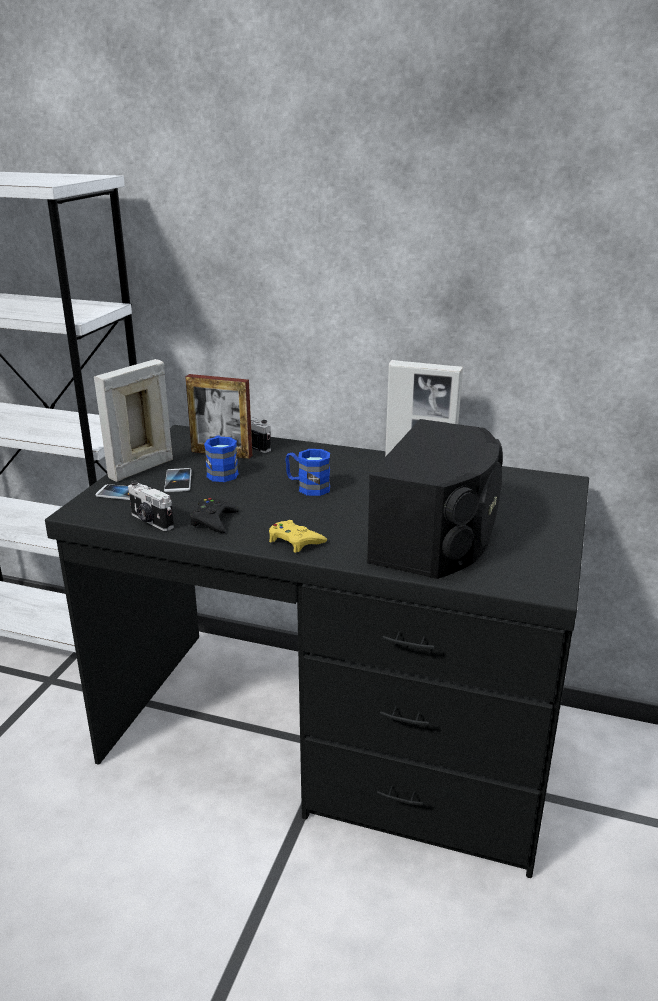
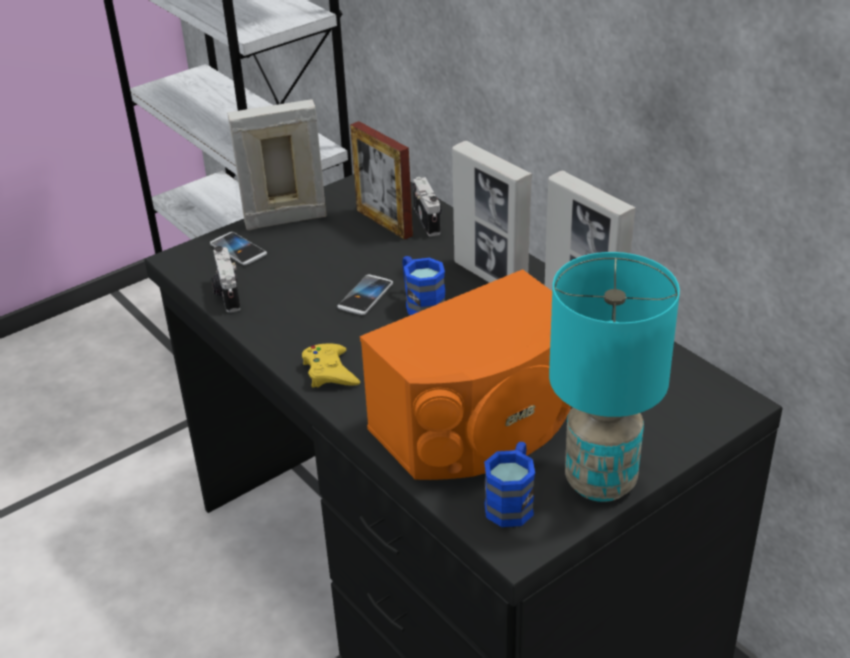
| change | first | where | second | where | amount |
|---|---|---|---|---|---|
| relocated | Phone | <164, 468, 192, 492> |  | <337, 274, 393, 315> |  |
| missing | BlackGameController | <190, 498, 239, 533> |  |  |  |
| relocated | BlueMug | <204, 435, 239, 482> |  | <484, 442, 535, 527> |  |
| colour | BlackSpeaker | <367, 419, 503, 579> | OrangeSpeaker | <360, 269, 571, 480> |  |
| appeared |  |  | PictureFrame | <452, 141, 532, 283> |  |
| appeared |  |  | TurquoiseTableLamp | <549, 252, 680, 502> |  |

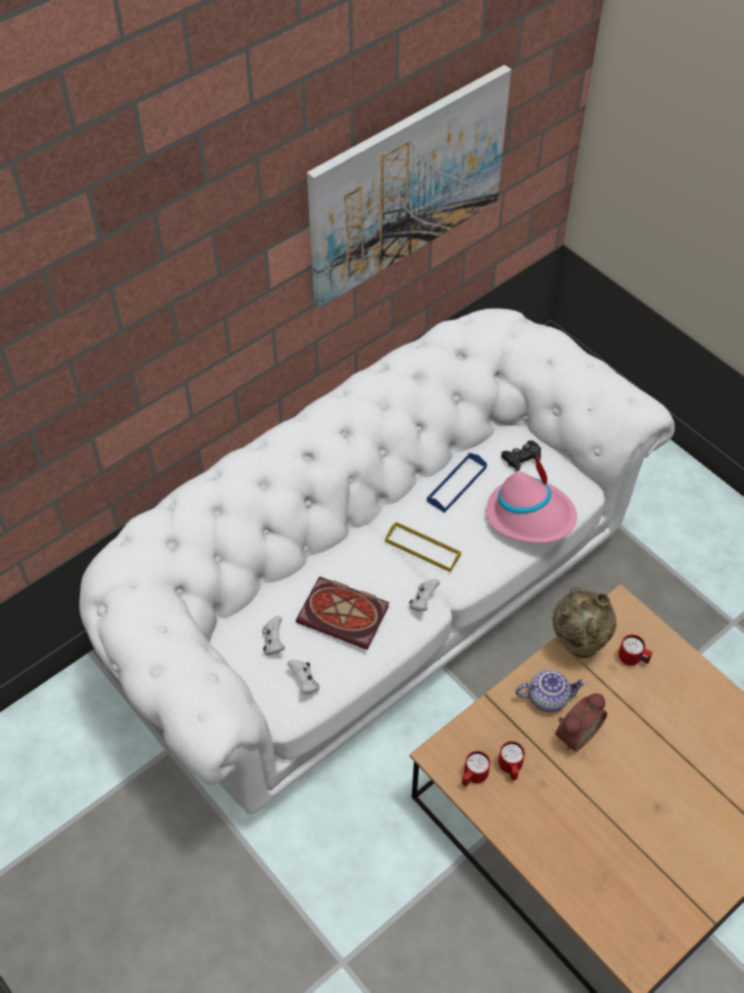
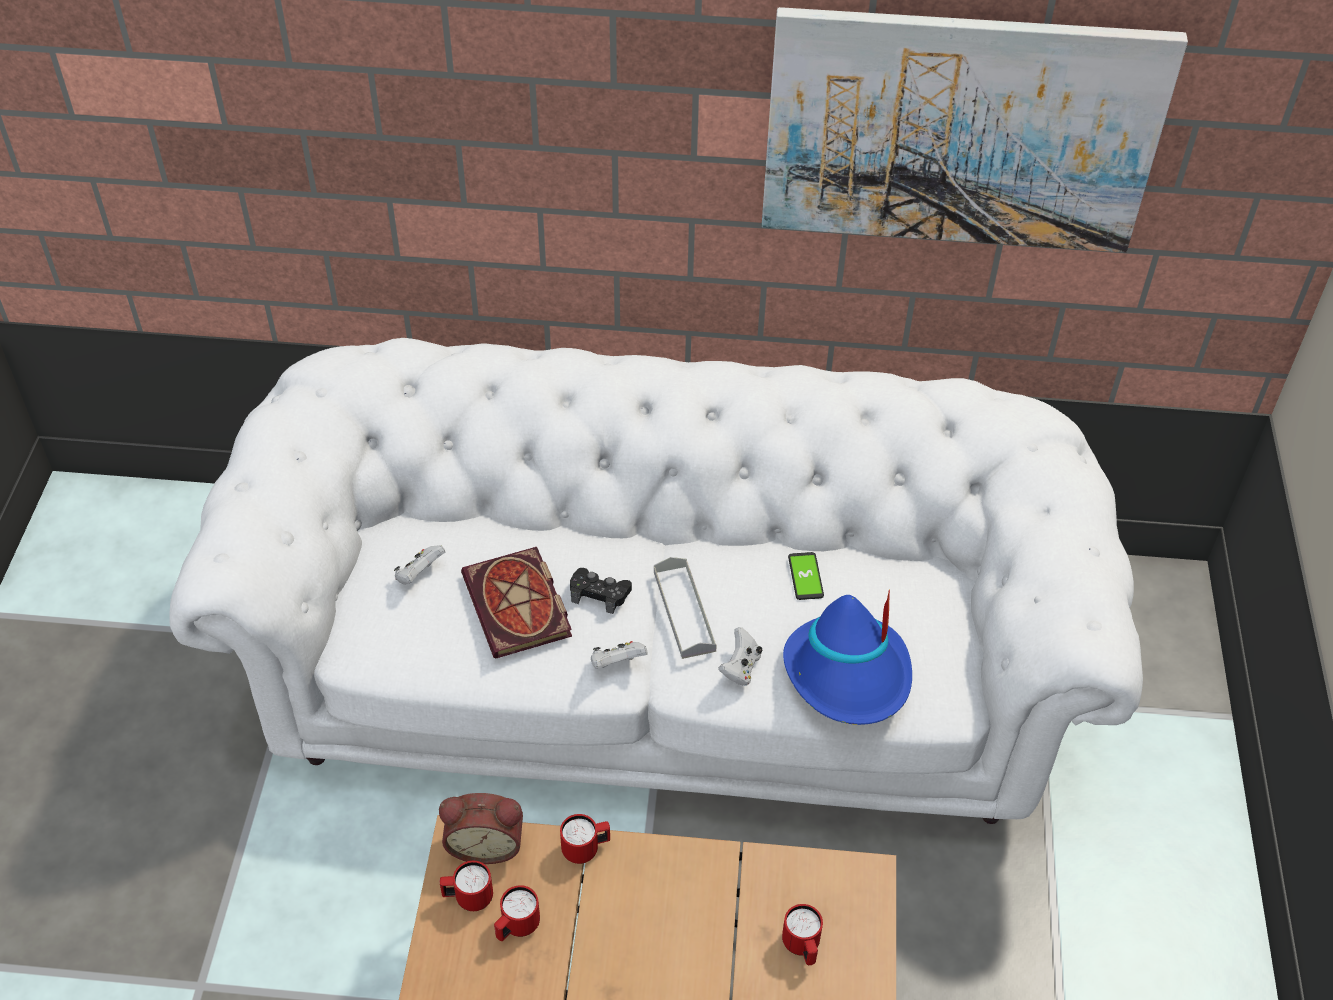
| change | first | where | second | where | amount |
|---|---|---|---|---|---|
| relocated | WhiteGameController | <287, 660, 320, 694> |  | <719, 627, 762, 686> |  |
| colour | YellowTray | <385, 521, 461, 572> | GreyTray | <654, 557, 717, 659> |  |
| exchanged | BlueTray | <427, 453, 487, 513> | Phone | <788, 552, 824, 600> |  |
| colour | PinkHat | <486, 455, 577, 543> | BlueHat | <783, 589, 912, 725> |  |
| relocated | BlackGameController | <501, 440, 541, 471> |  | <570, 568, 632, 614> |  |
| missing | Teapot | <516, 670, 586, 713> |  |  |  |
| missing | BeigeVase | <552, 587, 617, 658> |  |  |  |
| relocated | AlarmClock | <556, 693, 607, 751> |  | <439, 793, 523, 864> |  |
| appeared |  |  | RedMug | <560, 814, 610, 864> |  |

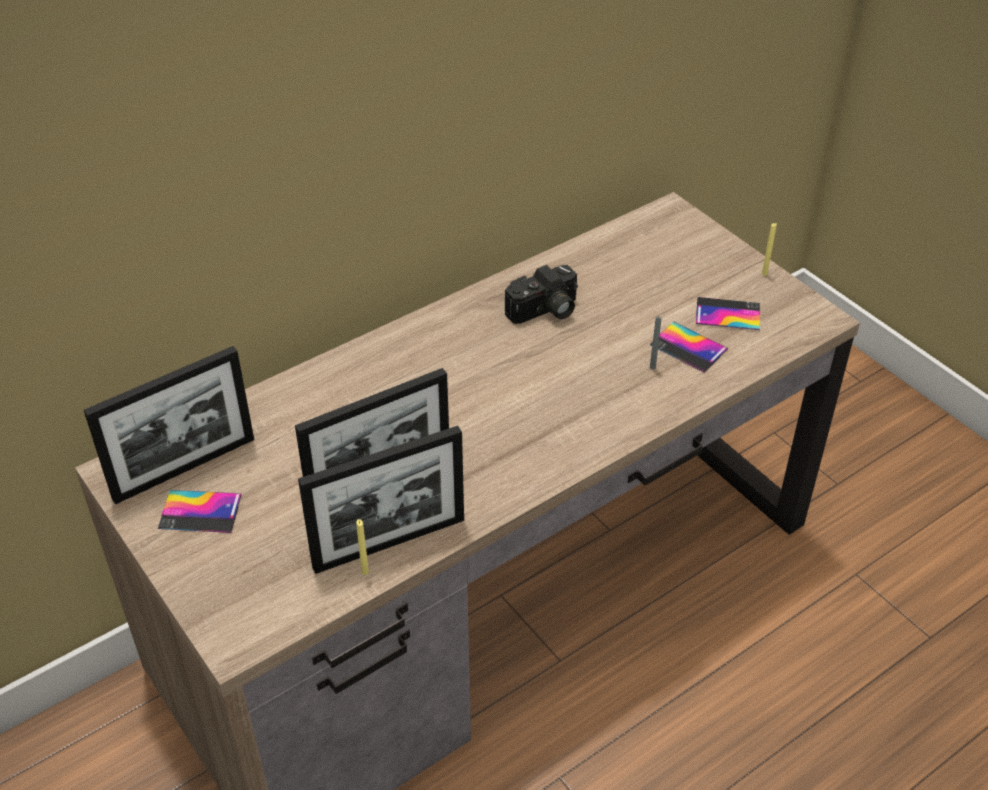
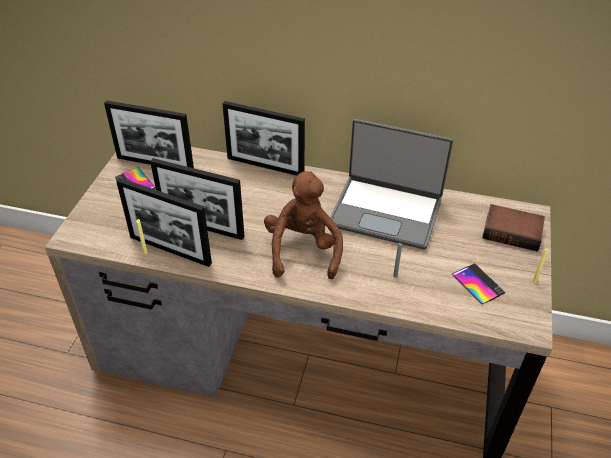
| change | first | where | second | where | amount |
|---|---|---|---|---|---|
| exchanged | PhotoCamera | <505, 265, 578, 324> | Laptop | <330, 119, 453, 250> |  |
| missing | Phone | <650, 321, 728, 373> |  |  |  |
| appeared |  |  | PictureFrame | <222, 101, 305, 176> |  |
| appeared |  |  | BrownPlushToy | <264, 171, 343, 279> |  |
| appeared |  |  | Book | <482, 204, 545, 251> |  |

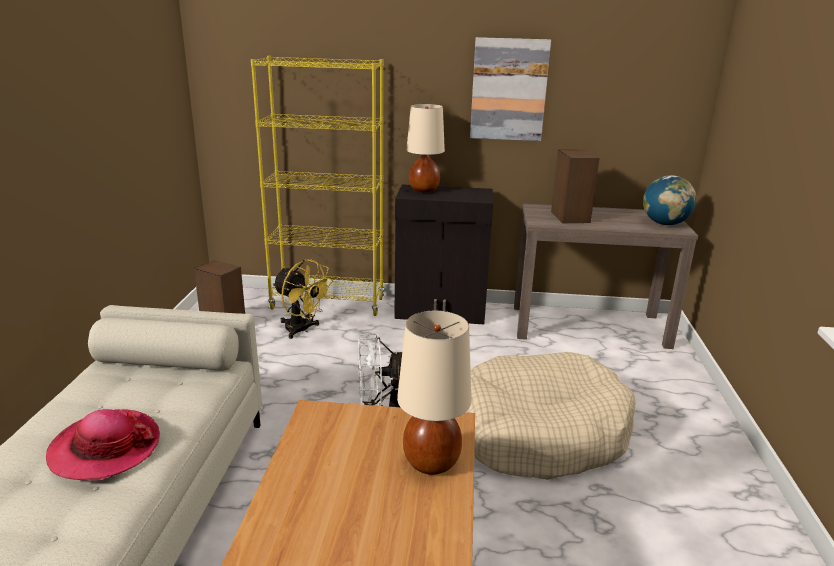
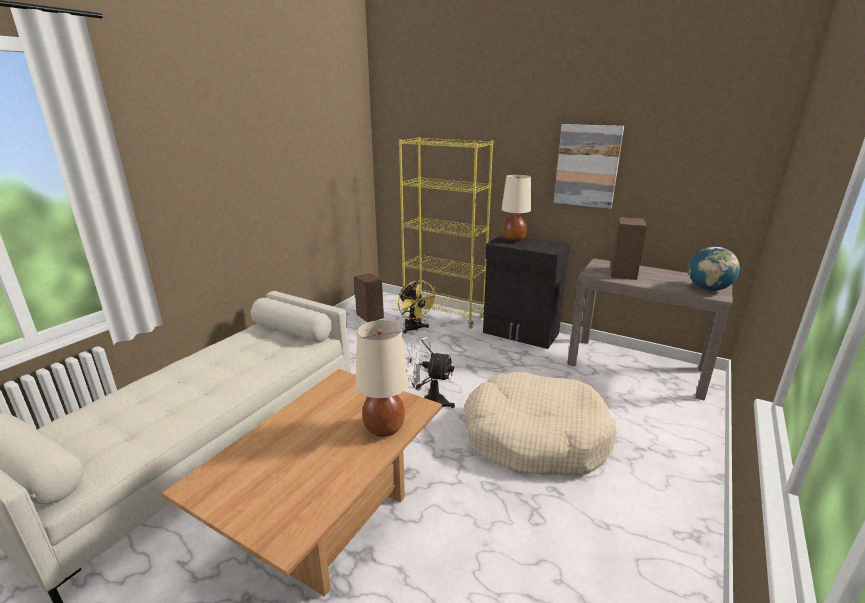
| change | first | where | second | where | amount |
|---|---|---|---|---|---|
| missing | Hat | <46, 409, 160, 481> |  |  |  |

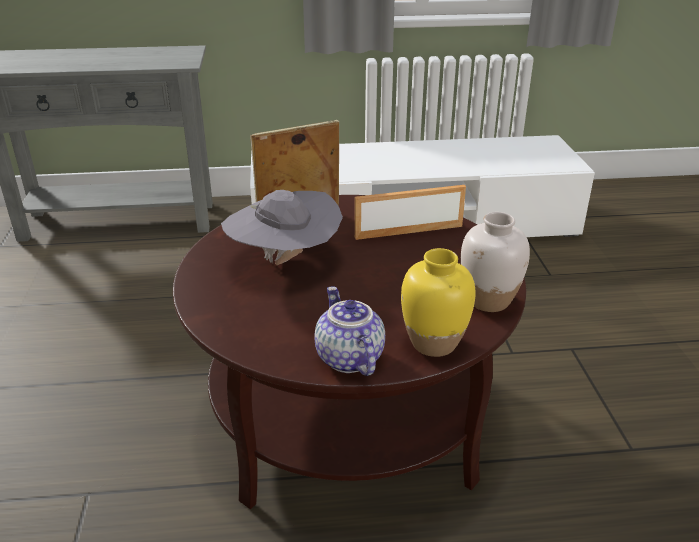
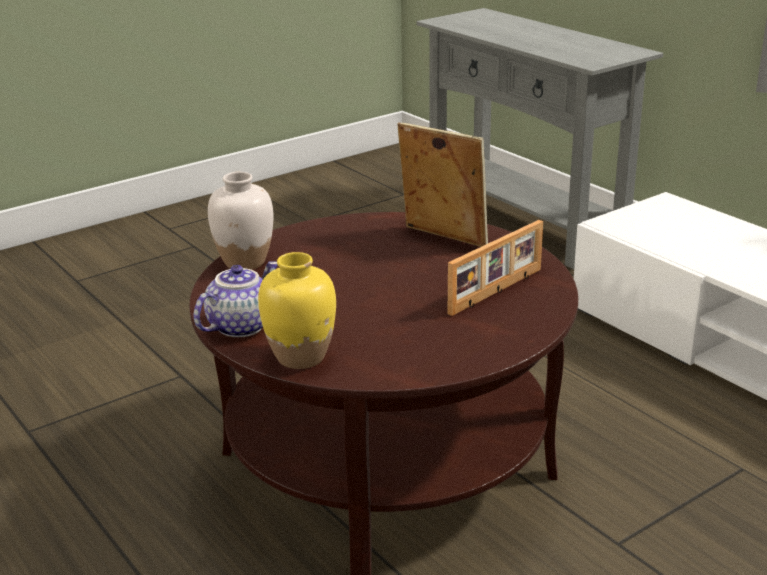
| change | first | where | second | where | amount |
|---|---|---|---|---|---|
| missing | GreyHat | <221, 190, 343, 265> |  |  |  |
| spun | PictureFrame | <355, 185, 466, 240> |  | <448, 220, 543, 316> | 90 degrees clockwise |
| relocated | WhiteVase | <461, 212, 530, 312> |  | <208, 172, 274, 270> |  |

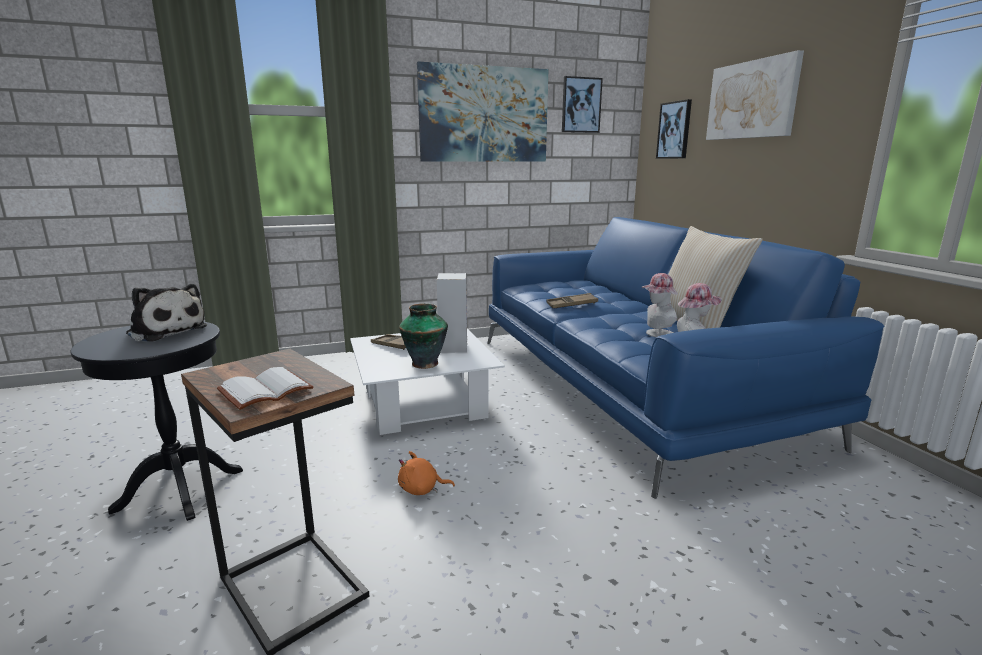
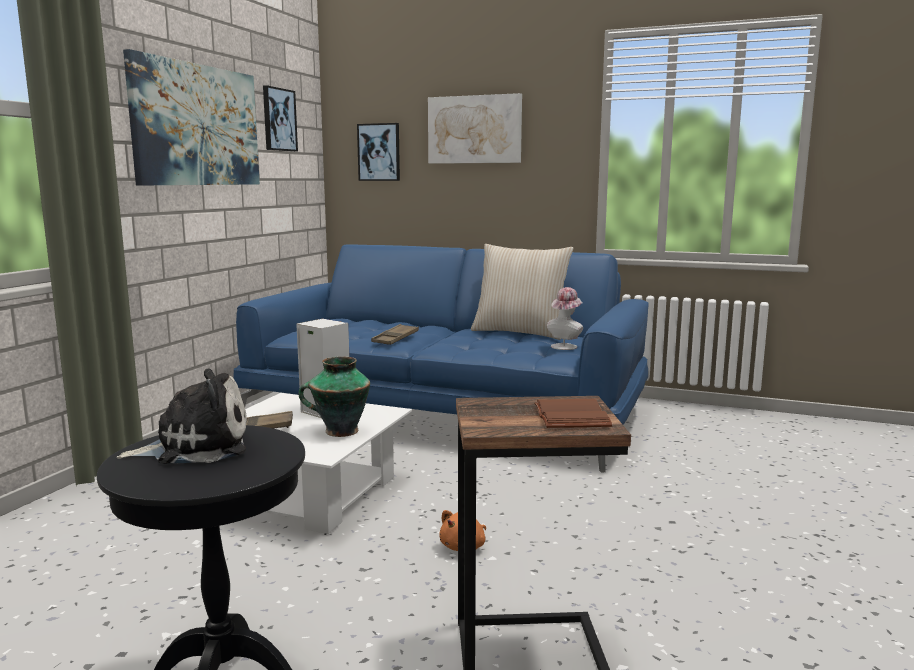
| change | first | where | second | where | amount |
|---|---|---|---|---|---|
| colour | WhiteBook | <217, 367, 313, 410> | BrownBook | <534, 399, 613, 428> |  |
| missing | Hat | <642, 273, 678, 337> |  |  |  |

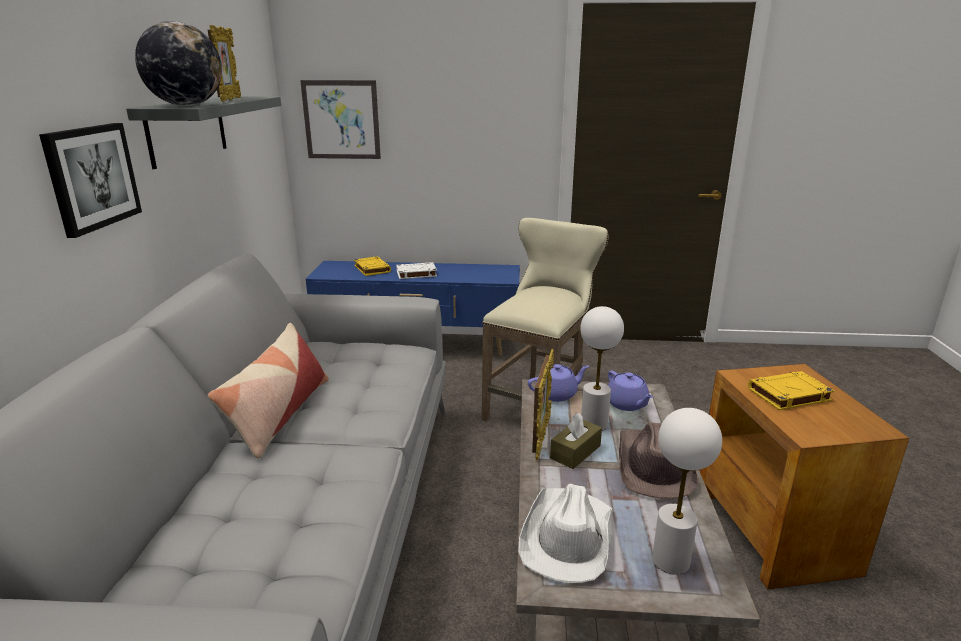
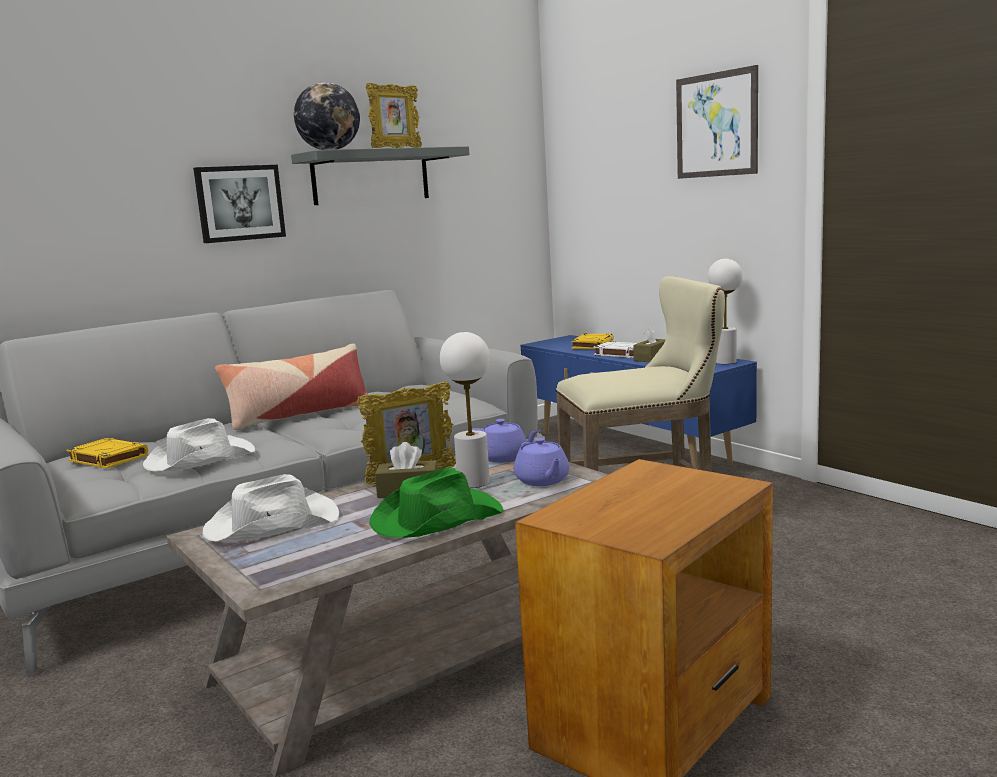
| change | first | where | second | where | amount |
|---|---|---|---|---|---|
| relocated | Picture | <300, 80, 381, 159> |  | <676, 65, 758, 179> |  |
| spun | PurpleTeapot | <608, 371, 653, 411> |  | <514, 438, 569, 486> | 45 degrees counterclockwise |
| colour | BrownHat | <619, 422, 698, 499> | GreenHat | <369, 467, 504, 538> |  |
| relocated | WhiteTableLamp | <652, 408, 722, 575> |  | <708, 259, 742, 364> |  |
| relocated | YellowBook | <748, 371, 834, 410> |  | <66, 438, 148, 468> |  |
| appeared |  |  | WhiteHat | <143, 418, 255, 471> |  |
| appeared |  |  | BrownTissueBox | <633, 326, 666, 362> |  |

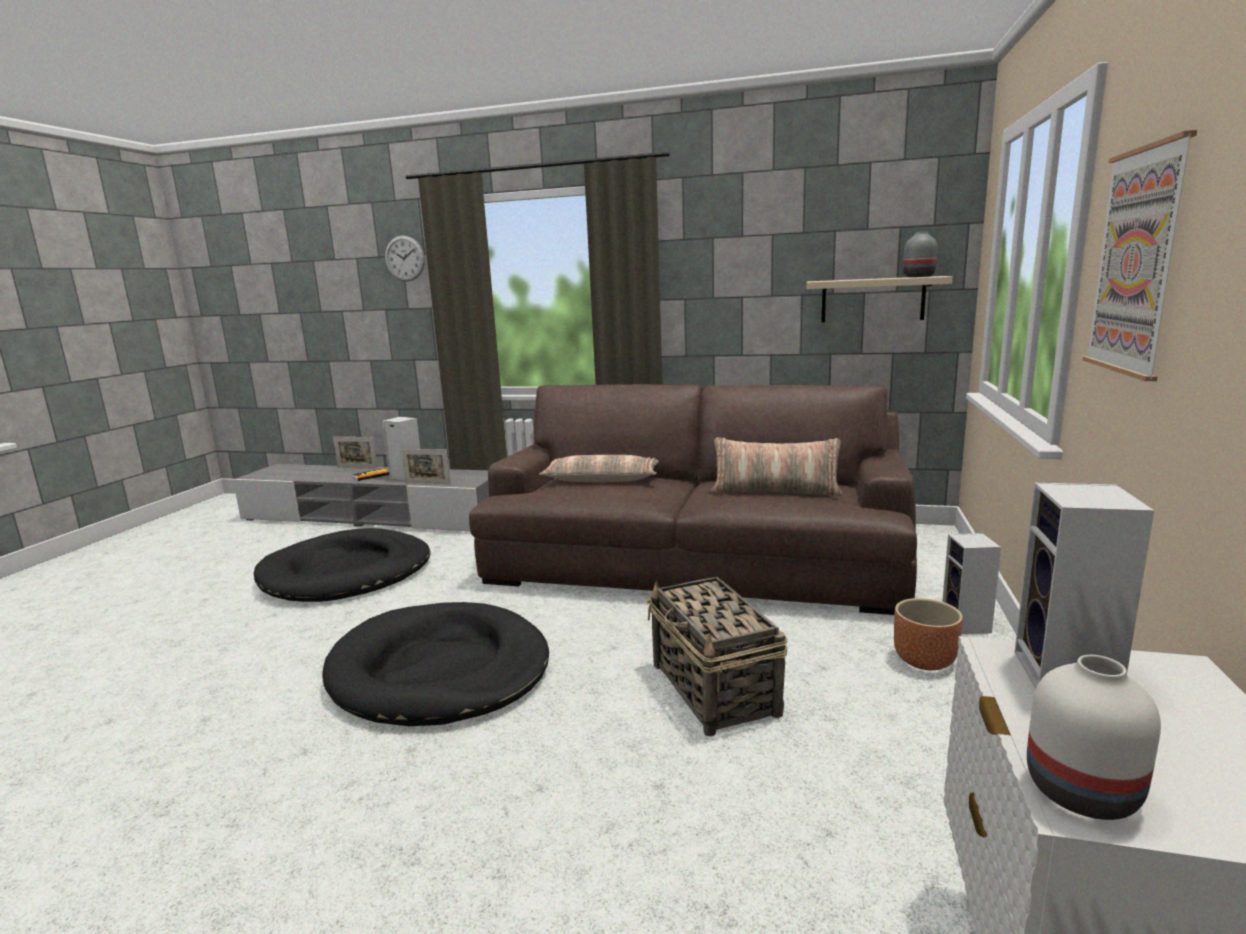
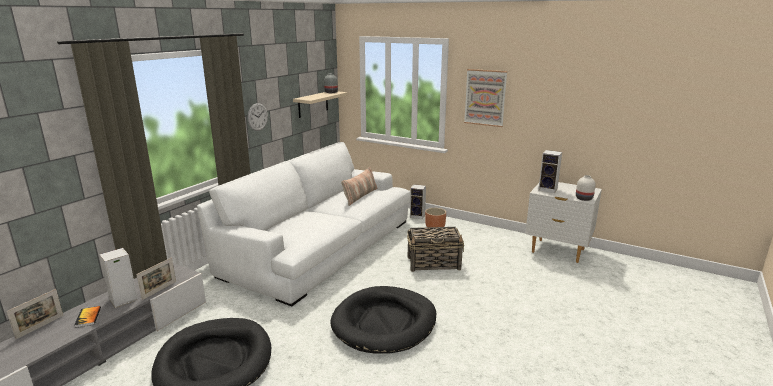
| change | first | where | second | where | amount |
|---|---|---|---|---|---|
| relocated | WallClock | <385, 235, 425, 282> |  | <248, 103, 268, 131> |  |
| colour | BrownSofa | <469, 384, 917, 615> | WhiteSofa | <197, 142, 411, 307> |  |
| missing | Pillow | <539, 455, 659, 483> |  |  |  |

